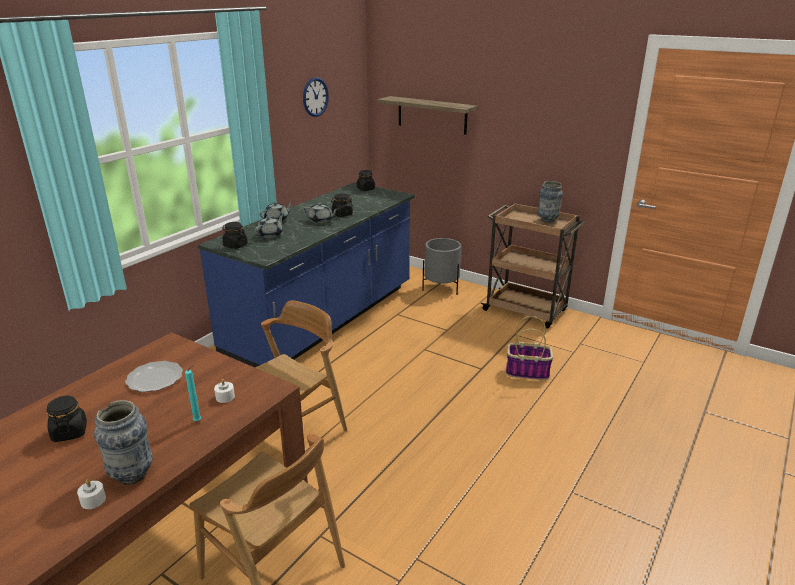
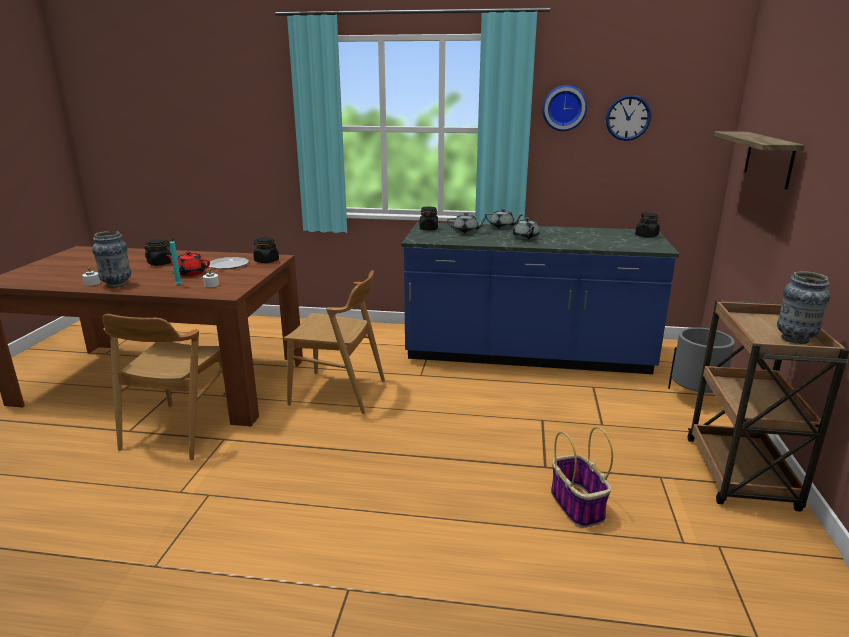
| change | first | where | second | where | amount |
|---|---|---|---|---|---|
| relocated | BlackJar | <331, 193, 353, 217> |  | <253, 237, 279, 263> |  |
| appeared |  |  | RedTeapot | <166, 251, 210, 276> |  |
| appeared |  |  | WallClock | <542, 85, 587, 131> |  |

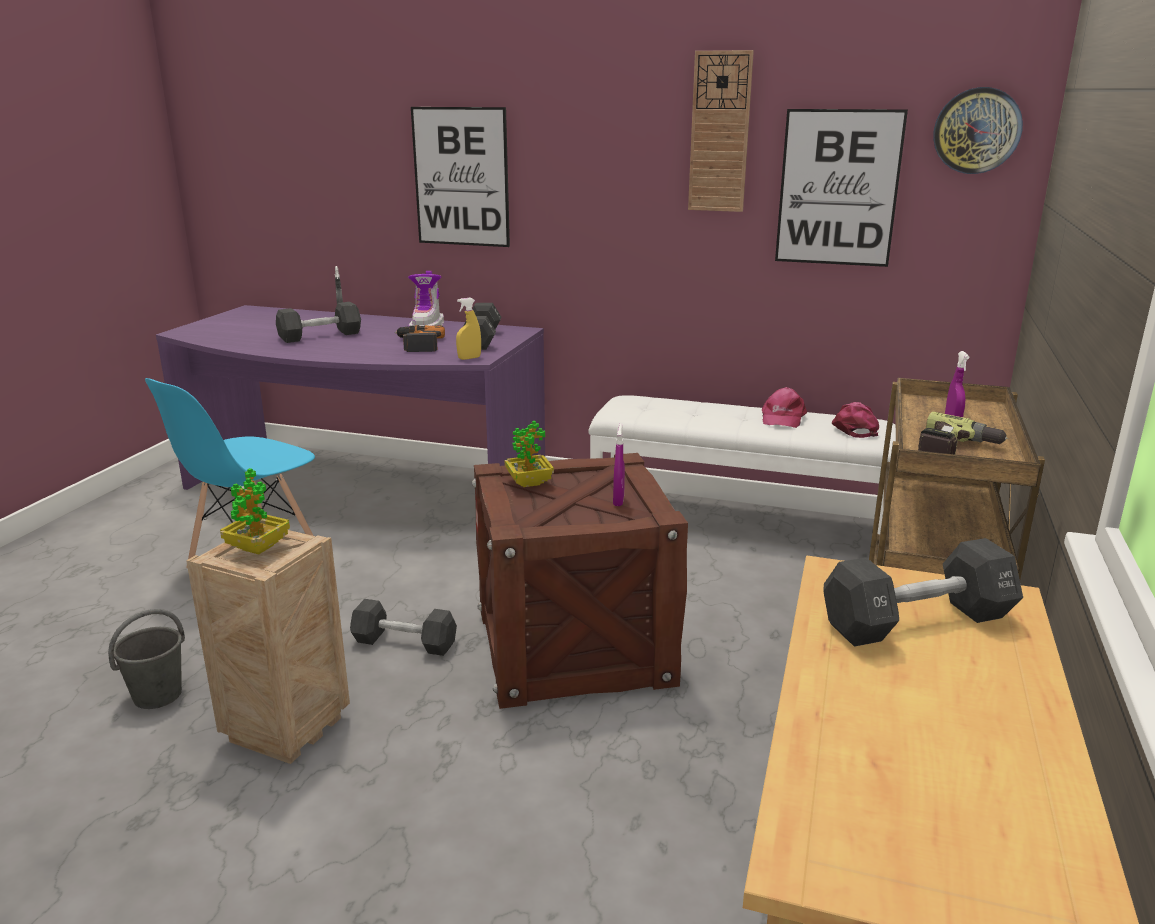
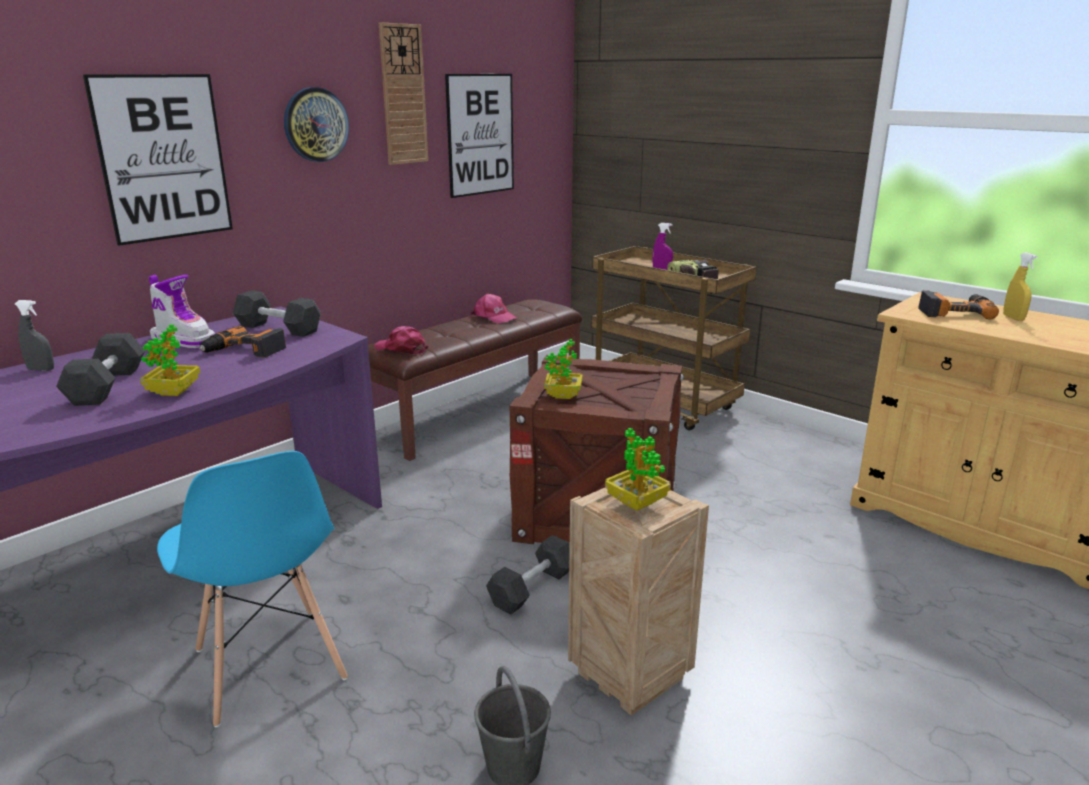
| change | first | where | second | where | amount |
|---|---|---|---|---|---|
| relocated | YellowSprayBottle | <456, 298, 481, 360> |  | <1003, 252, 1038, 321> |  |
| colour | WhiteBench | <588, 396, 896, 534> | BrownBench | <368, 299, 583, 461> |  |
| missing | PurpleSprayBottle | <613, 423, 625, 506> |  |  |  |
| exchanged | BlackDumbbell | <823, 538, 1023, 647> | PowerDrill | <918, 290, 999, 320> |  |
| relocated | PinkCap | <832, 402, 879, 438> |  | <374, 326, 429, 354> |  |
| relocated | WallClock | <933, 87, 1023, 174> |  | <284, 87, 349, 162> |  |
| appeared |  |  | PottedPlant | <140, 324, 200, 396> |  |

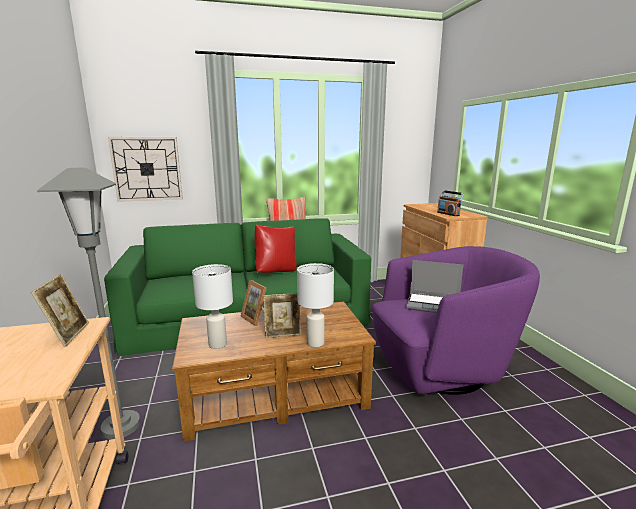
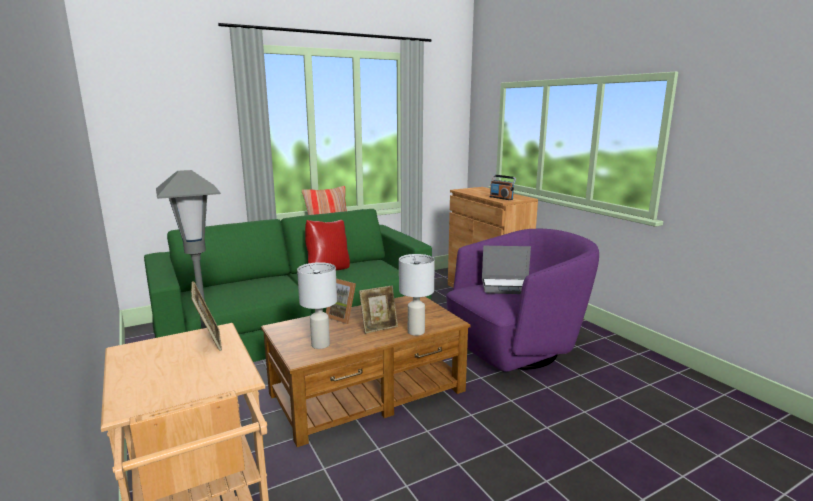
| change | first | where | second | where | amount |
|---|---|---|---|---|---|
| missing | WallClock | <108, 137, 183, 202> |  |  |  |

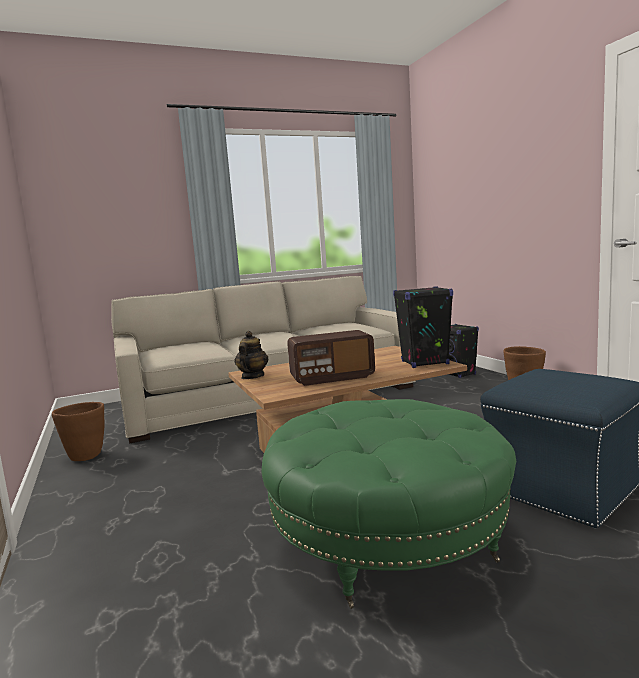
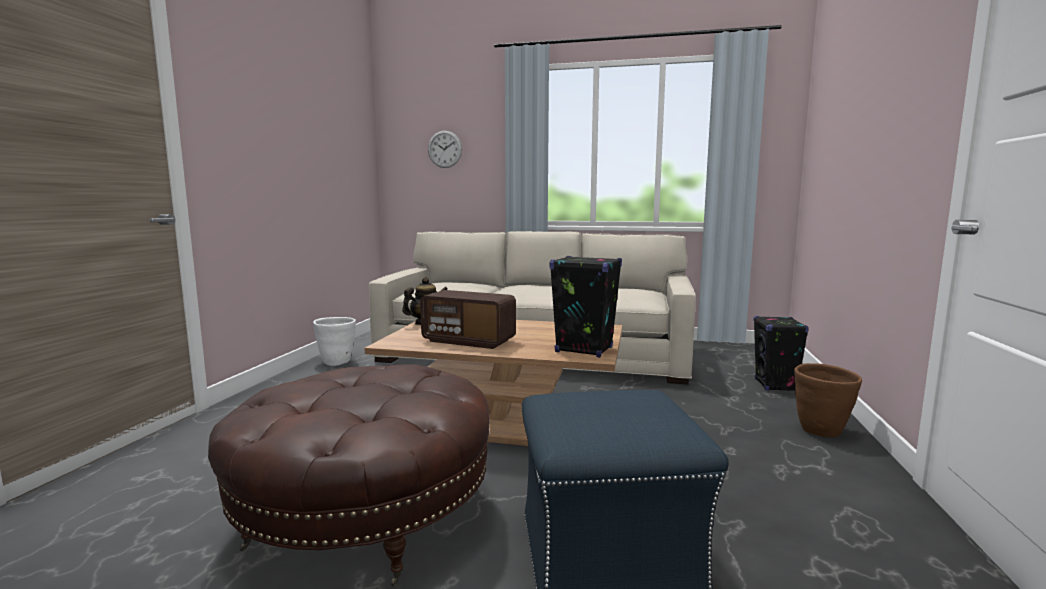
| change | first | where | second | where | amount |
|---|---|---|---|---|---|
| colour | BrownPlanter | <52, 402, 105, 461> | WhitePlanter | <313, 317, 356, 366> |  |
| colour | GreenOttoman | <261, 399, 516, 609> | BrownOttoman | <208, 364, 490, 586> |  |
| appeared |  |  | WallClock | <428, 131, 462, 168> |  |

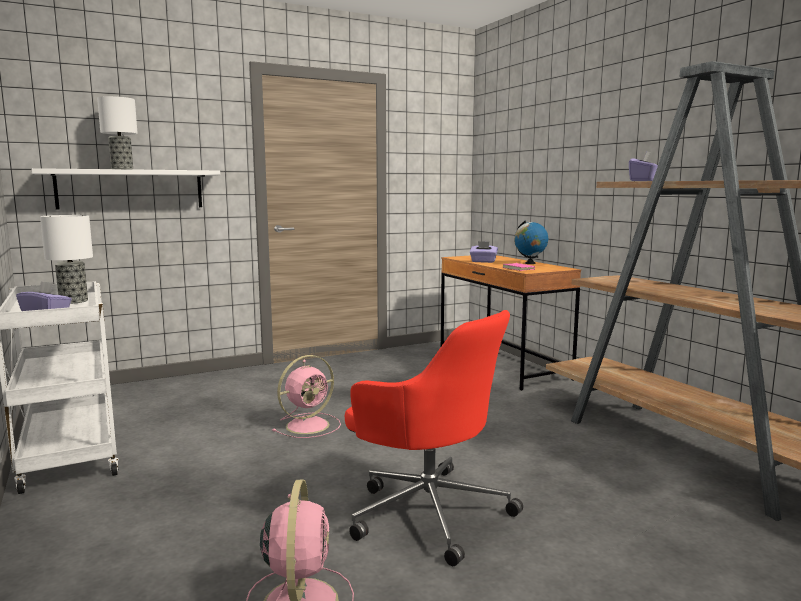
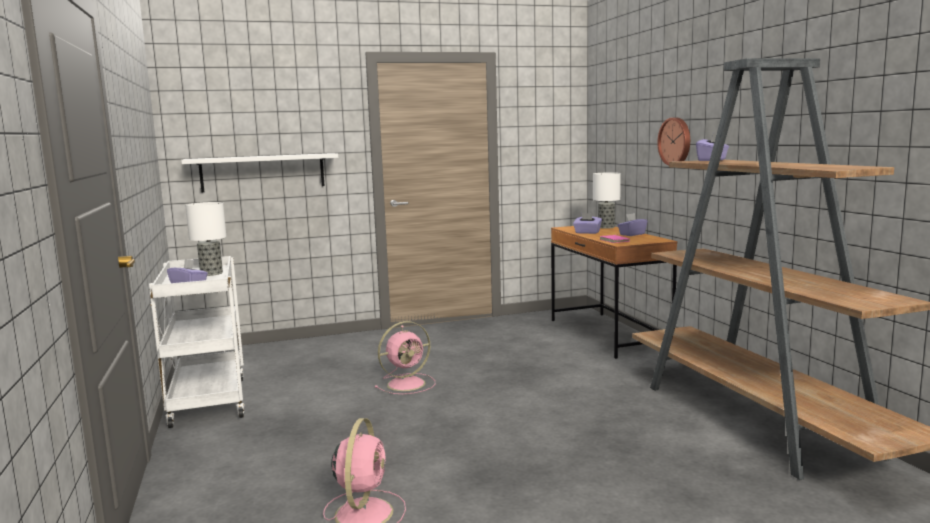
| change | first | where | second | where | amount |
|---|---|---|---|---|---|
| relocated | TableLamp | <97, 96, 138, 170> |  | <593, 172, 621, 229> |  |
| missing | RedOfficeChair | <345, 310, 523, 566> |  |  |  |
| exchanged | Globe | <514, 220, 548, 264> | PurpleTissueBox | <617, 213, 647, 236> |  |
| appeared |  |  | WallClock | <657, 118, 690, 166> |  |

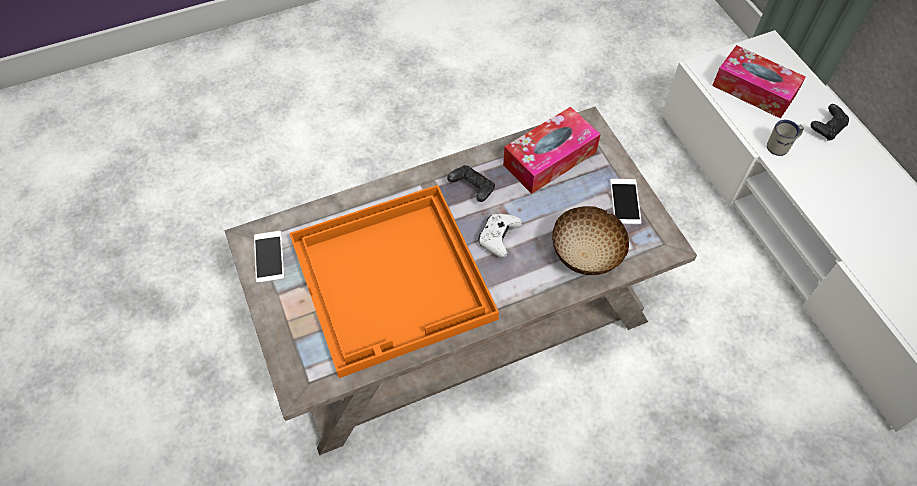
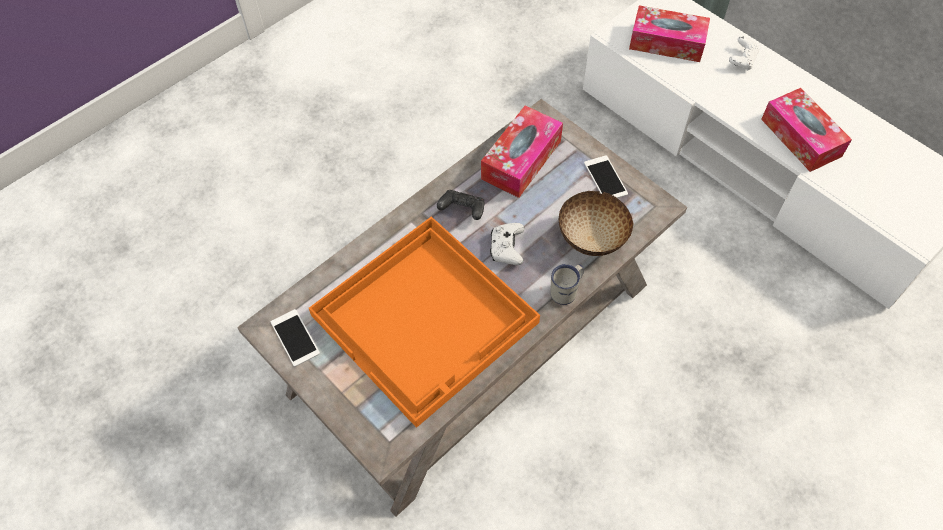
| change | first | where | second | where | amount |
|---|---|---|---|---|---|
| relocated | WhiteMug | <767, 120, 804, 156> |  | <550, 264, 584, 305> |  |
| colour | BlackGameController | <811, 104, 849, 141> | WhiteGameController | <729, 36, 759, 71> |  |
| appeared |  |  | TissueBox | <761, 88, 852, 172> |  |

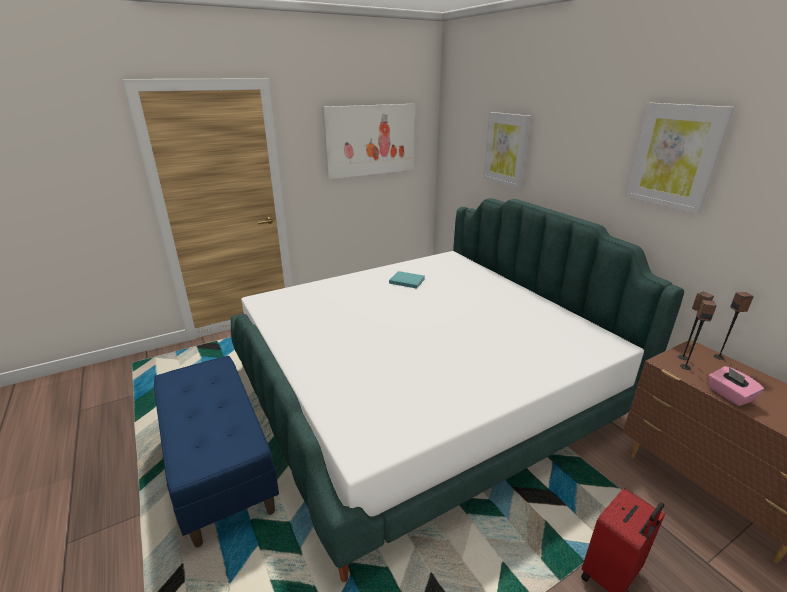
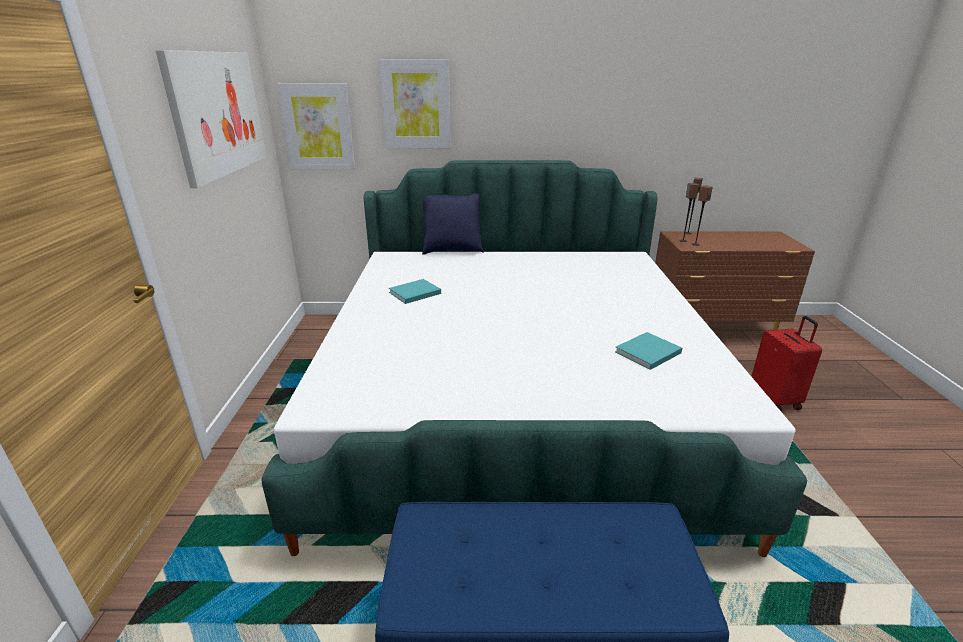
| change | first | where | second | where | amount |
|---|---|---|---|---|---|
| relocated | Picture | <625, 103, 735, 214> |  | <277, 83, 355, 169> |  |
| missing | PinkTissueBox | <709, 366, 764, 406> |  |  |  |
| appeared |  |  | BluePillow | <422, 193, 484, 255> |  |
| appeared |  |  | TurquoiseBook | <615, 332, 682, 370> |  |

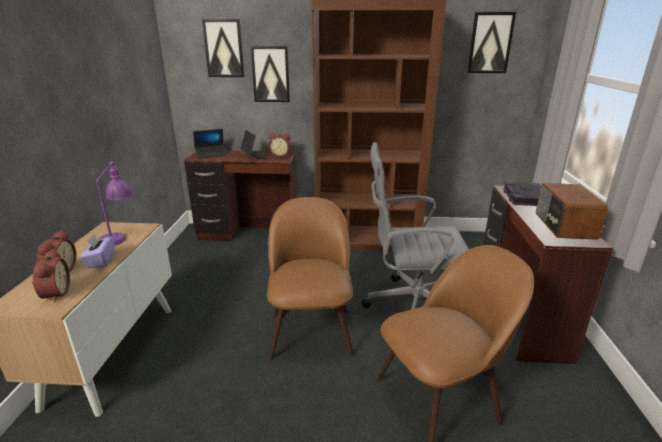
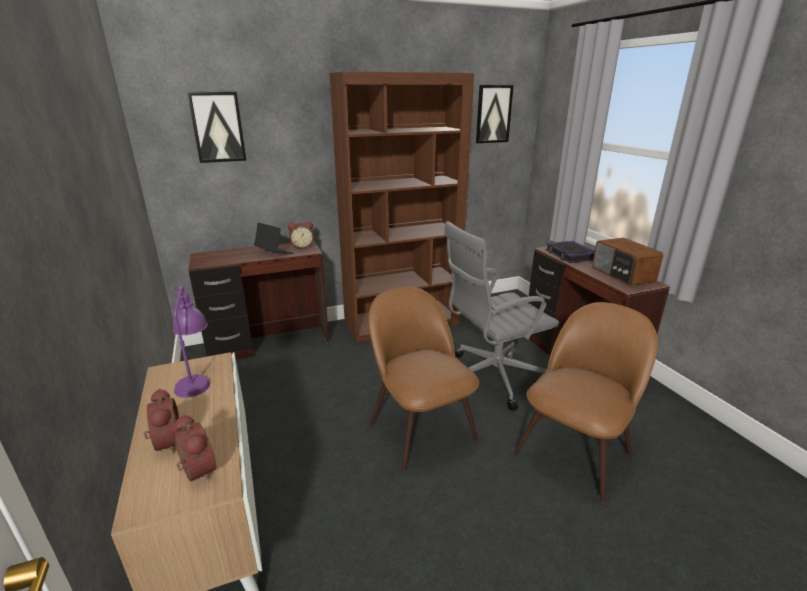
| change | first | where | second | where | amount |
|---|---|---|---|---|---|
| missing | PurpleTissueBox | <80, 234, 115, 268> |  |  |  |
| missing | Laptop | <193, 129, 227, 159> |  |  |  |
| missing | Picture | <251, 46, 290, 102> |  |  |  |

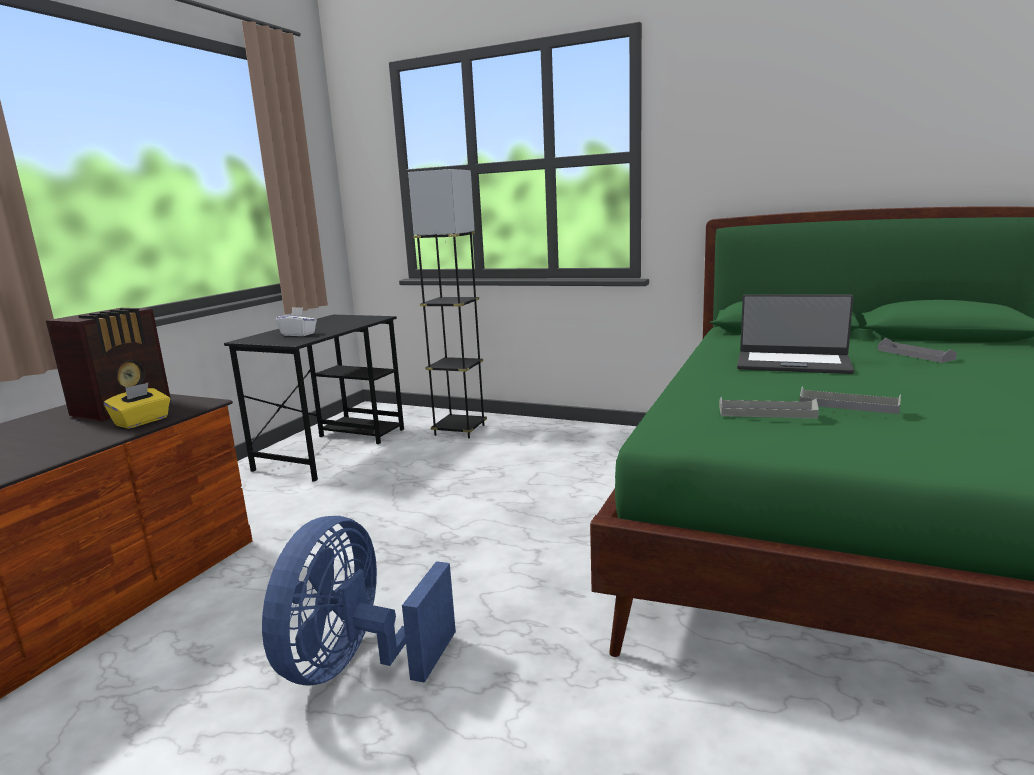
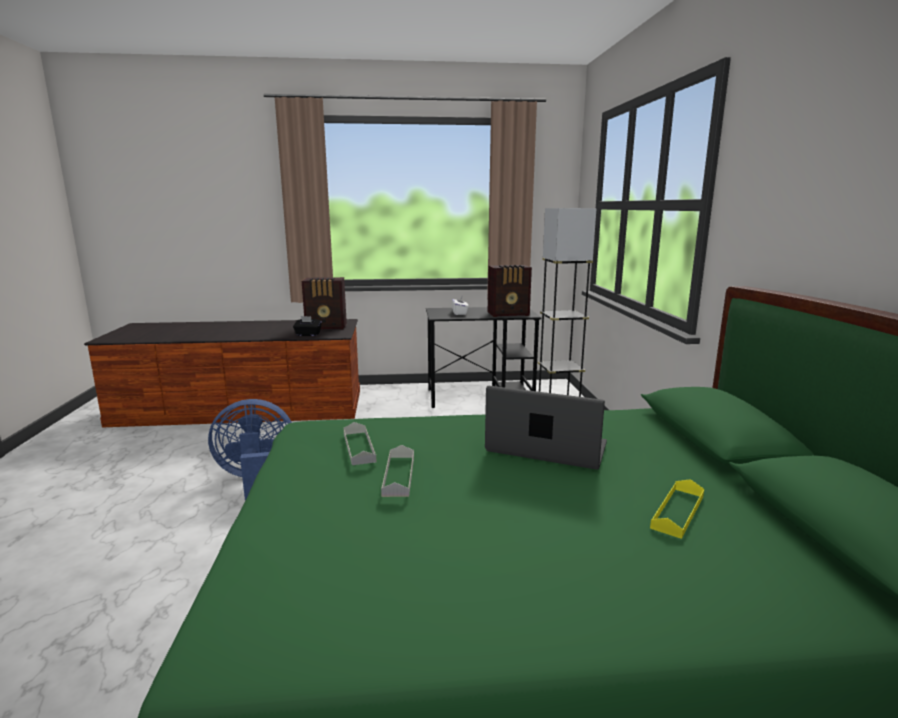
| change | first | where | second | where | amount |
|---|---|---|---|---|---|
| colour | YellowTissueBox | <104, 383, 170, 429> | BlackTissueBox | <293, 316, 322, 336> |  |
| spun | Laptop | <737, 294, 854, 374> |  | <485, 386, 607, 470> | 120 degrees clockwise |
| colour | GreyTray | <878, 338, 957, 363> | YellowTray | <650, 479, 704, 539> |  |
| appeared |  |  | Radio | <488, 265, 532, 317> |  |

